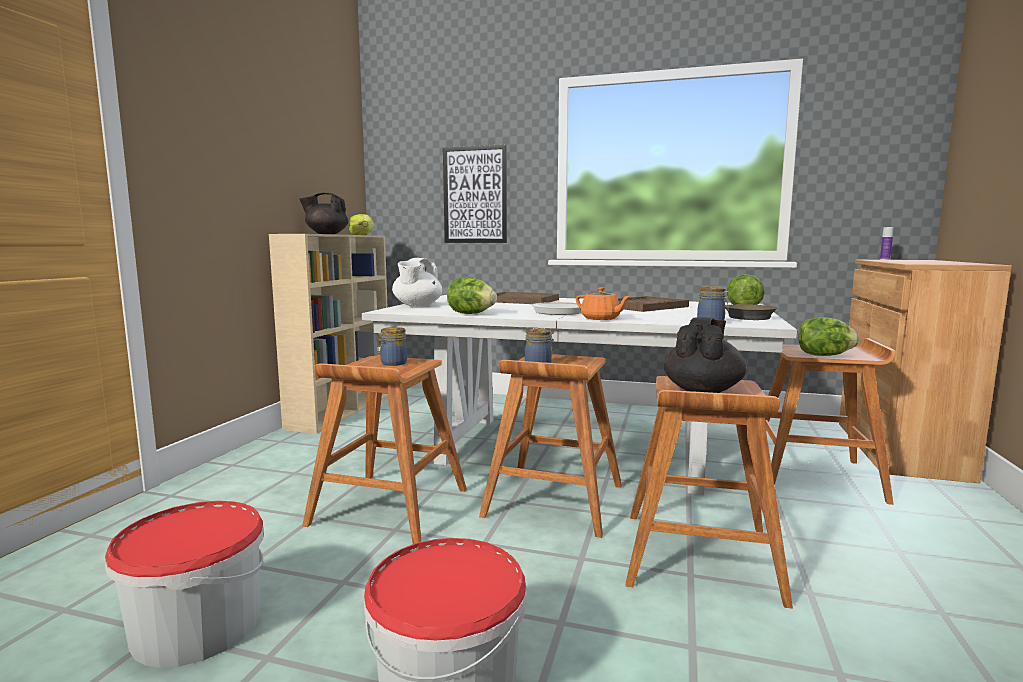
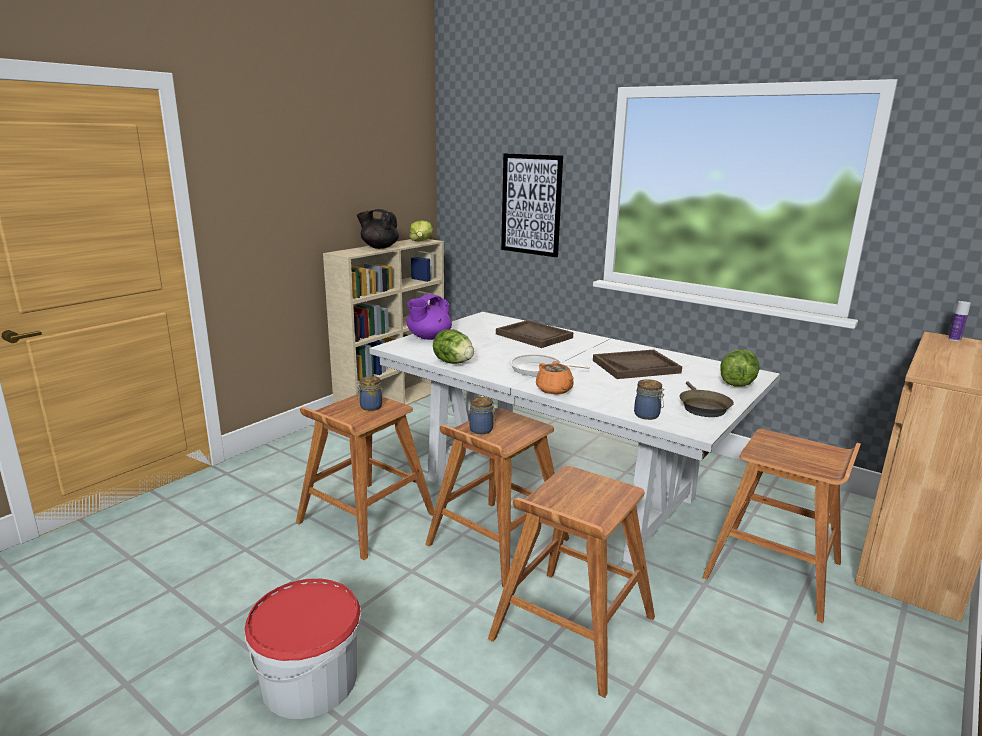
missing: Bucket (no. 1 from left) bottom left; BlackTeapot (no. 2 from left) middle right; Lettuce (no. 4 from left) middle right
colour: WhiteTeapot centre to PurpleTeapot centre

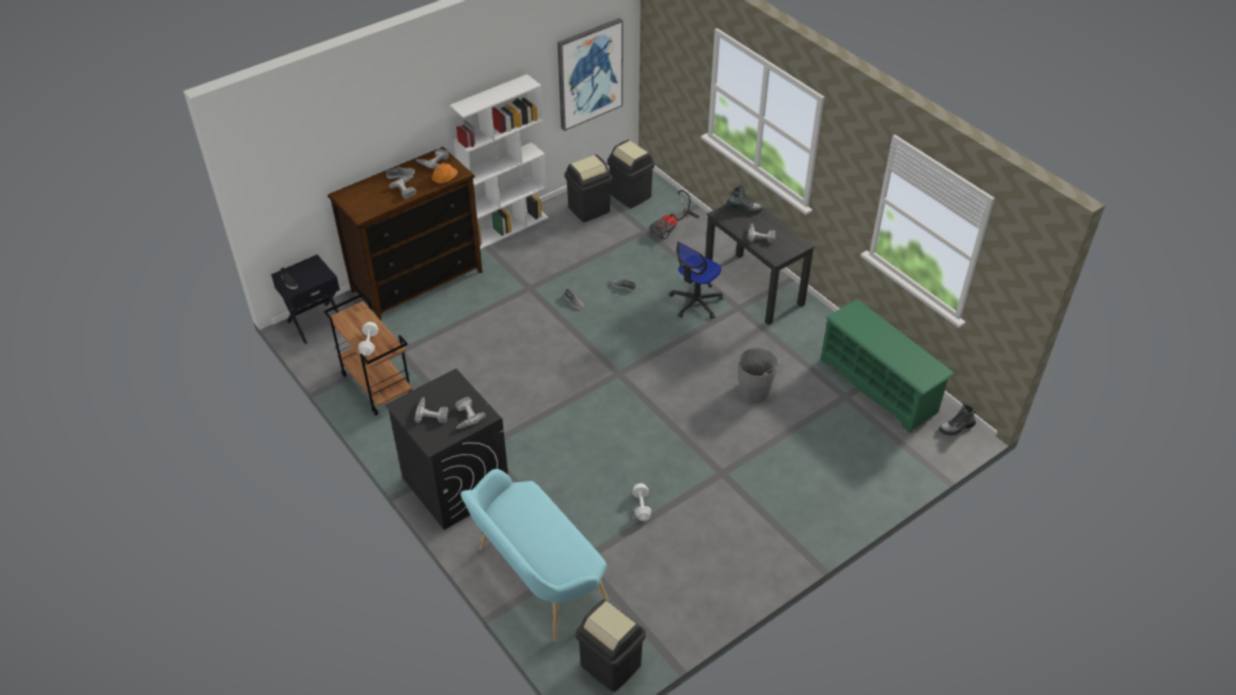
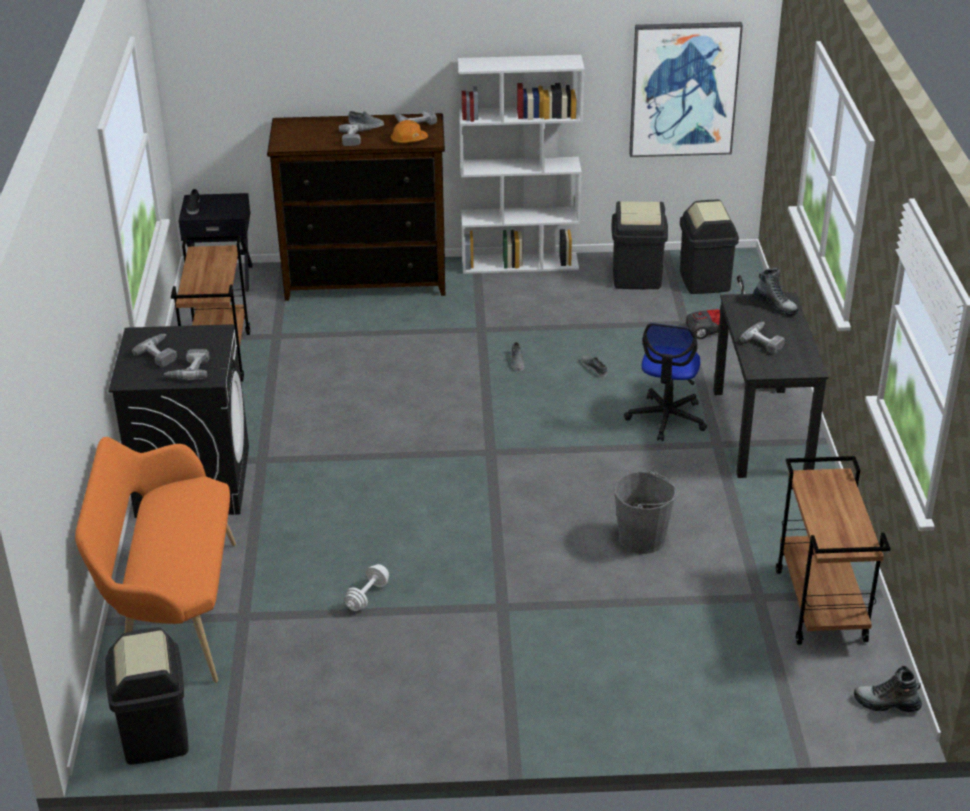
missing: WhiteDumbbell (no. 1 from left) middle left
exchanged: GreenShoeRack middle right to BrownCart (no. 2 from left) bottom right
colour: TurquoiseBench bottom centre to OrangeBench bottom left
spun: OfficeChair centre = middle right 60 degrees counterclockwise

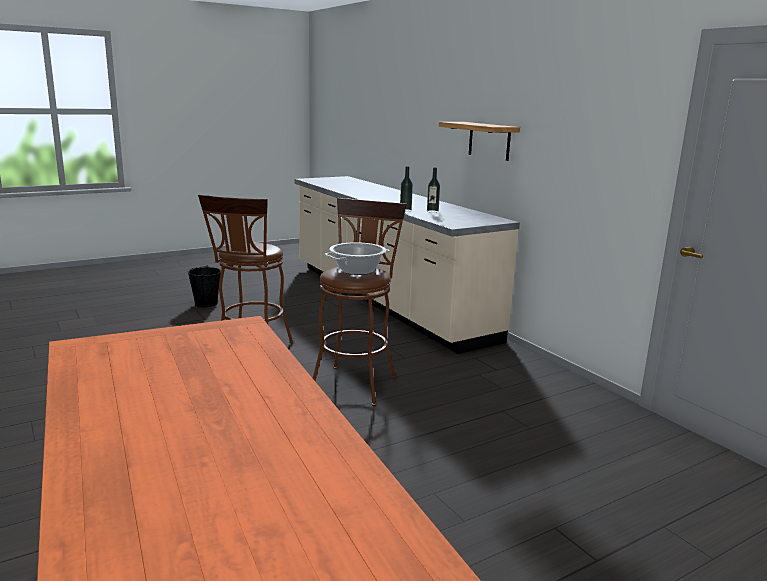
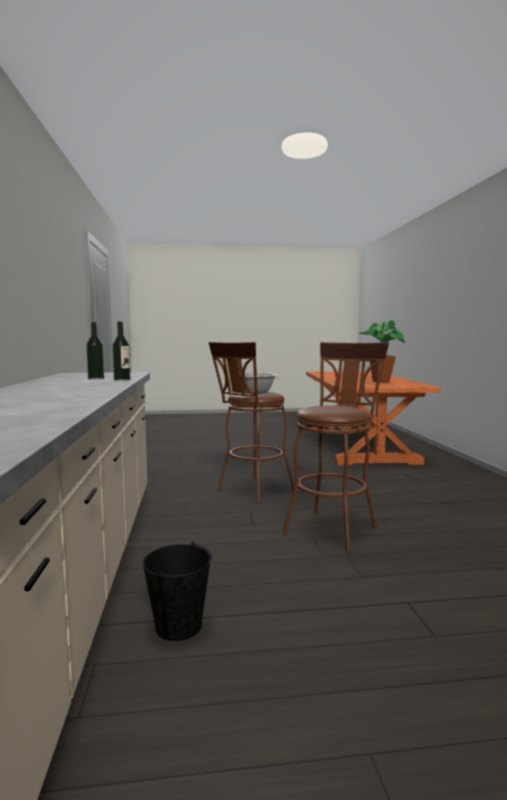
missing: Shelf top centre
appeared: PottedPlant middle right
relocated: BlackBucket middle left to bottom centre

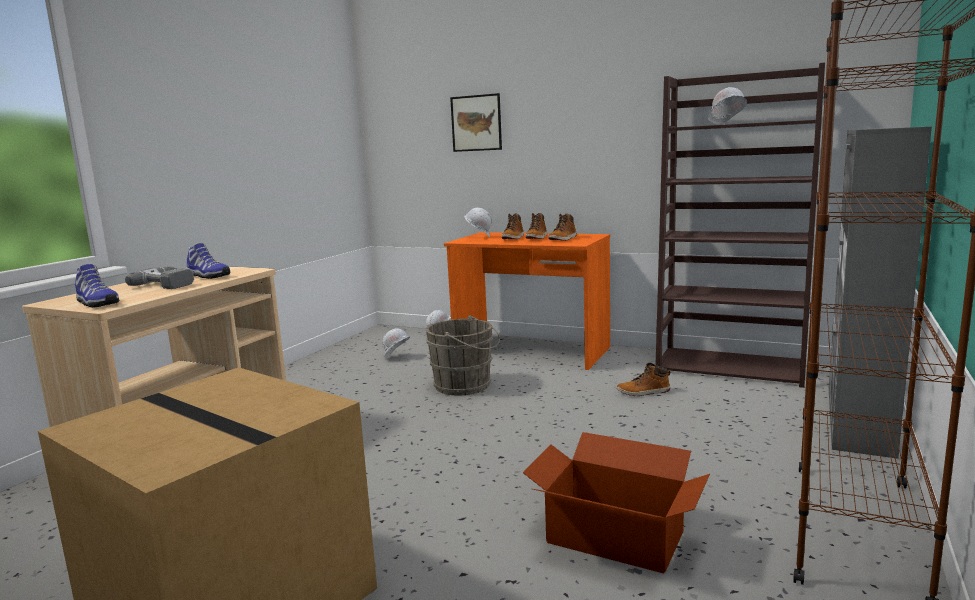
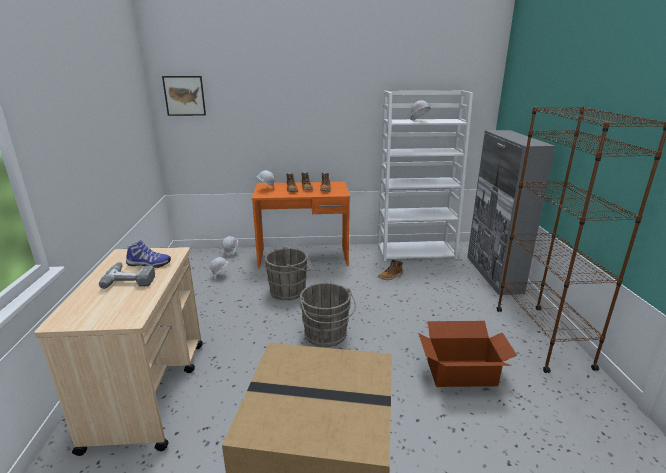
missing: Shoe (no. 1 from left) middle left
appeared: GreyBucket (no. 2 from left) centre
relocated: Picture top centre to top left
colour: BrownBookcase (no. 1 from left) middle right to WhiteBookcase centre

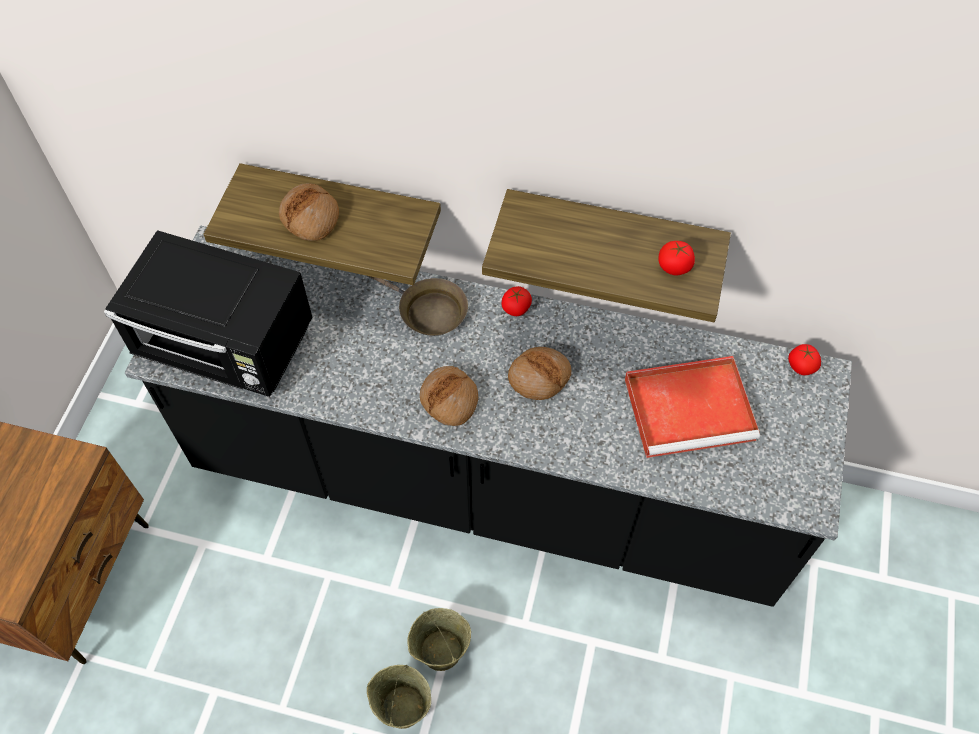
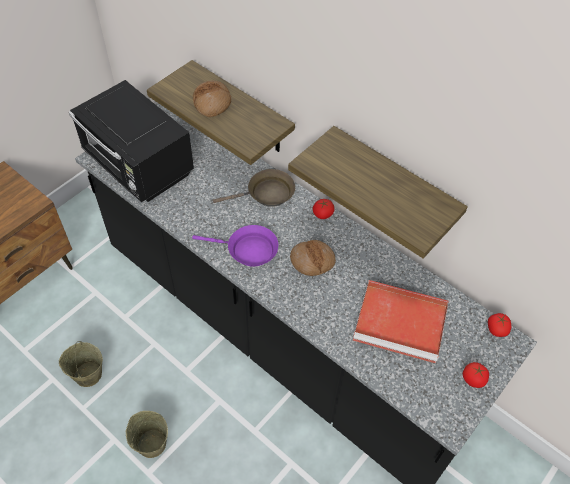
relocated: BeigeBucket (no. 2 from left in the first image) bottom centre to BeigeBucket (no. 1 from left) bottom left; Tomato (no. 2 from left) middle right to bottom right
exchanged: Bread (no. 2 from left) centre to PurpleFryingPan centre
spun: BrownFryingPan centre = centre 75 degrees counterclockwise

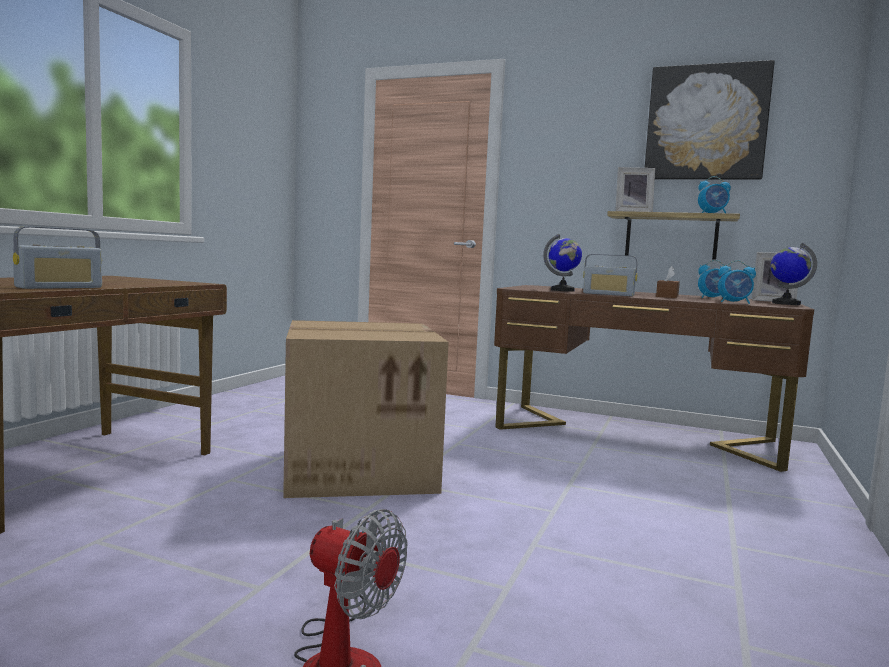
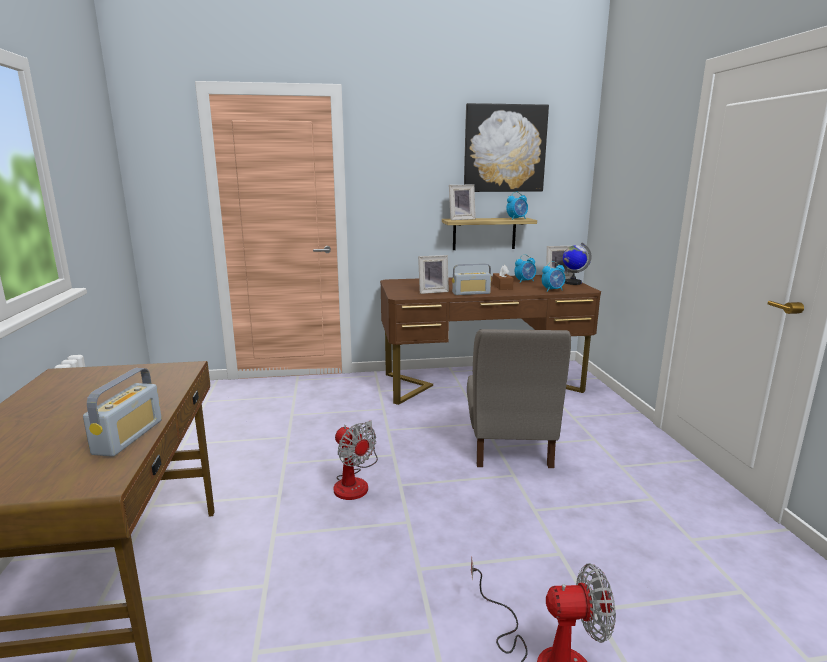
appeared: GreyChair centre
exchanged: CardboardBox centre to Fan (no. 1 from left) bottom centre; Globe (no. 1 from left) centre to PictureFrame (no. 1 from left) centre

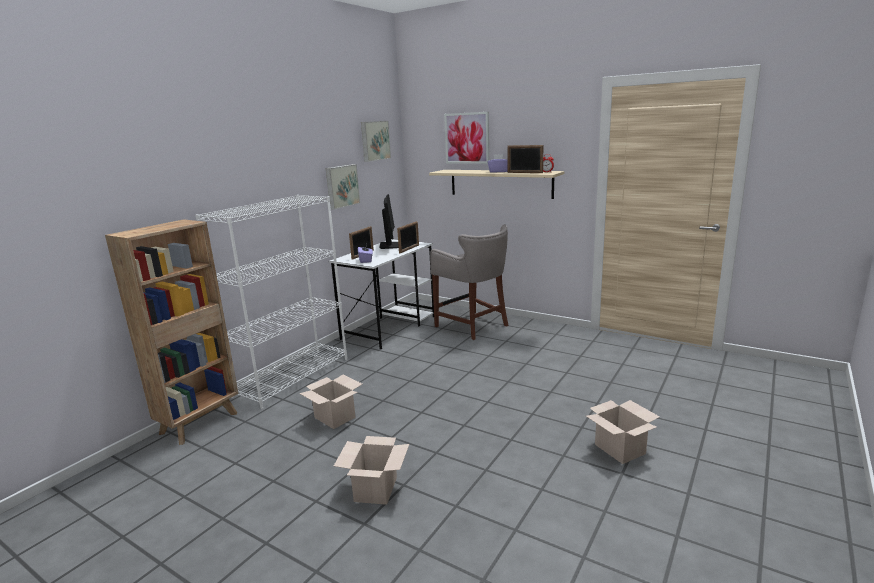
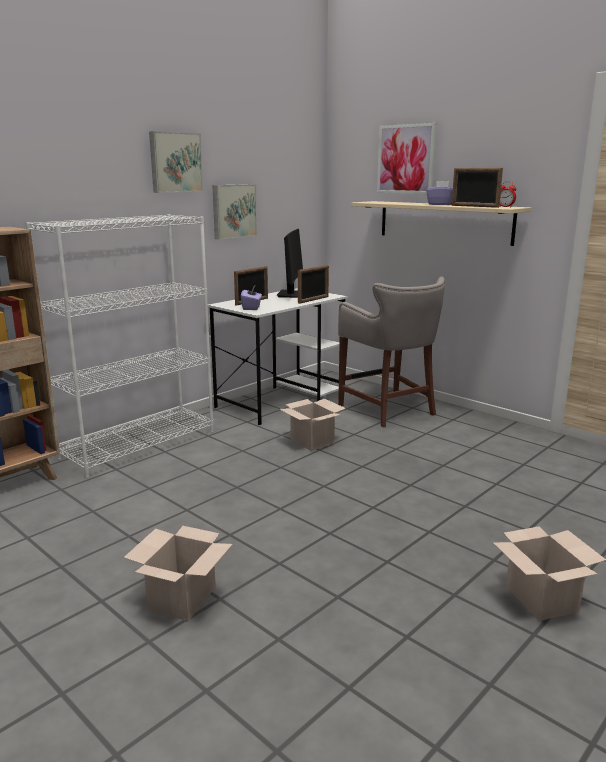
relocated: Picture (no. 2 from left in the first image) top centre to Picture (no. 1 from left) top left; CardboardBox (no. 1 from left in the first image) bottom centre to CardboardBox (no. 2 from left) centre

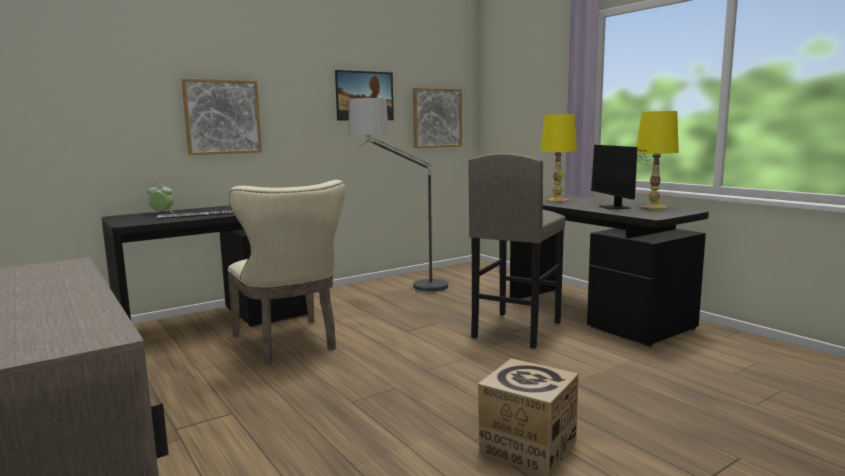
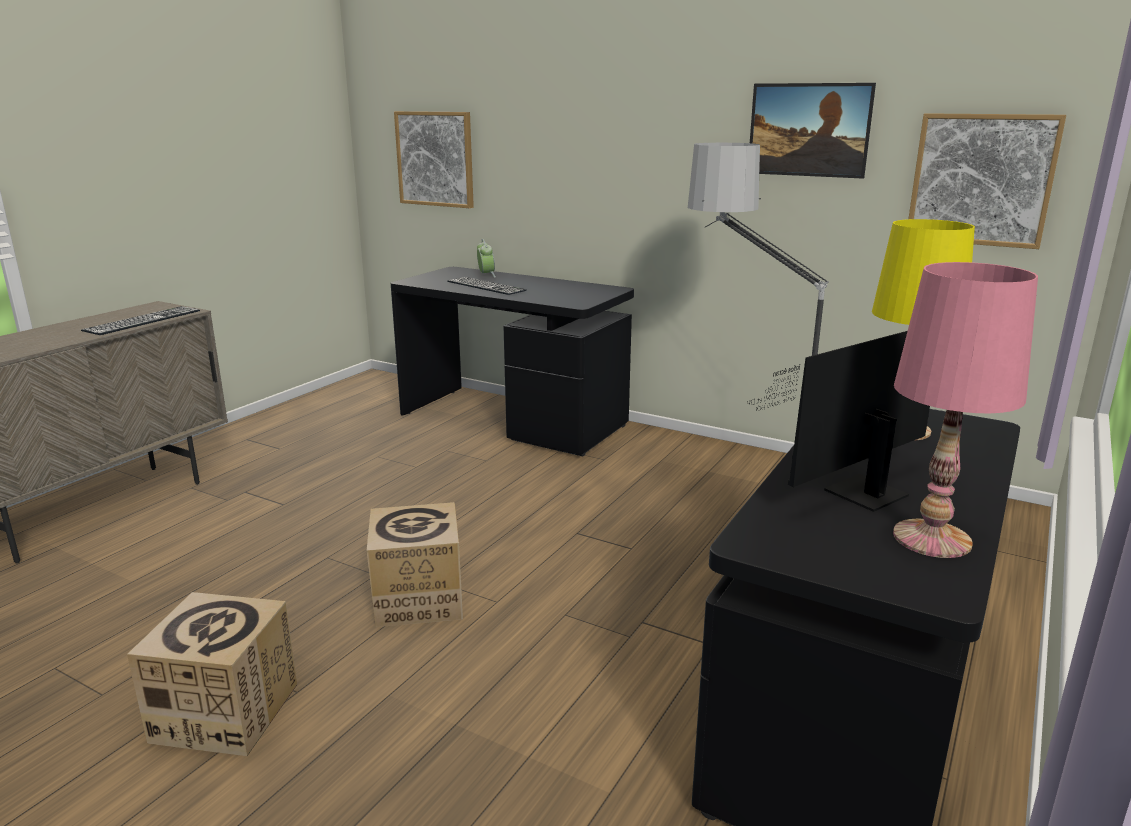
missing: BeigeChair centre; GreyStool centre
appeared: Keyboard (no. 1 from left) middle left; CardboardBox (no. 2 from left) bottom centre
relocated: Picture (no. 1 from left) top left to top centre
colour: YellowTableLamp (no. 2 from left) middle right to PinkTableLamp middle right

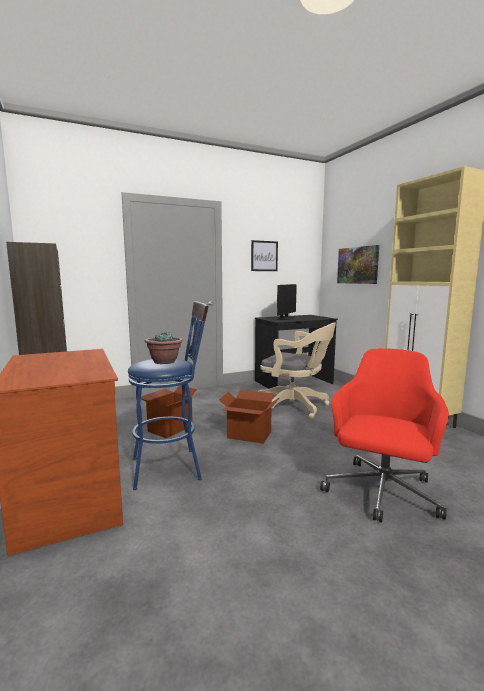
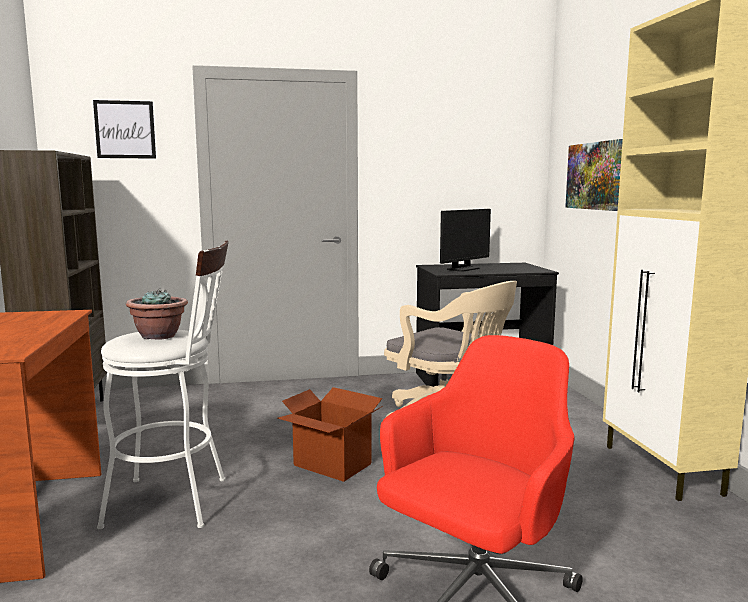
missing: CardboardBox (no. 1 from left) centre
relocated: Picture (no. 1 from left) centre to top left
colour: BlueStool centre to WhiteStool middle left

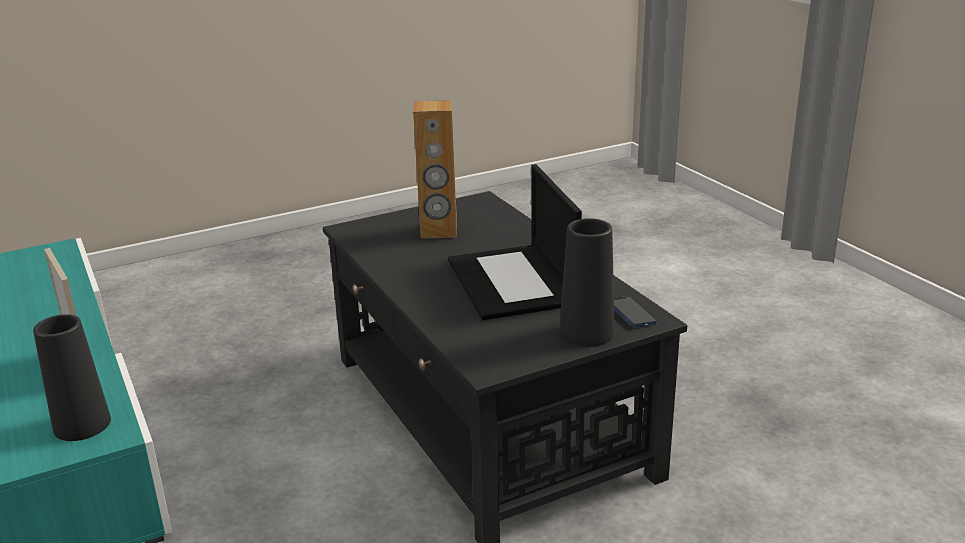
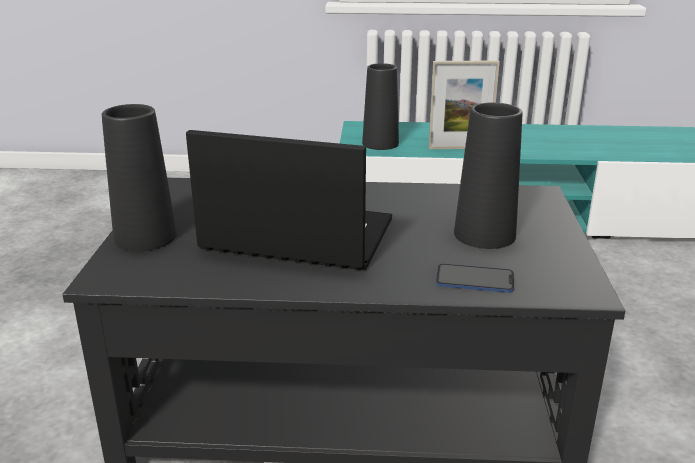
relocated: Phone centre to middle right
exchanged: BrownSpeaker top centre to BlackVase (no. 3 from left) middle right

